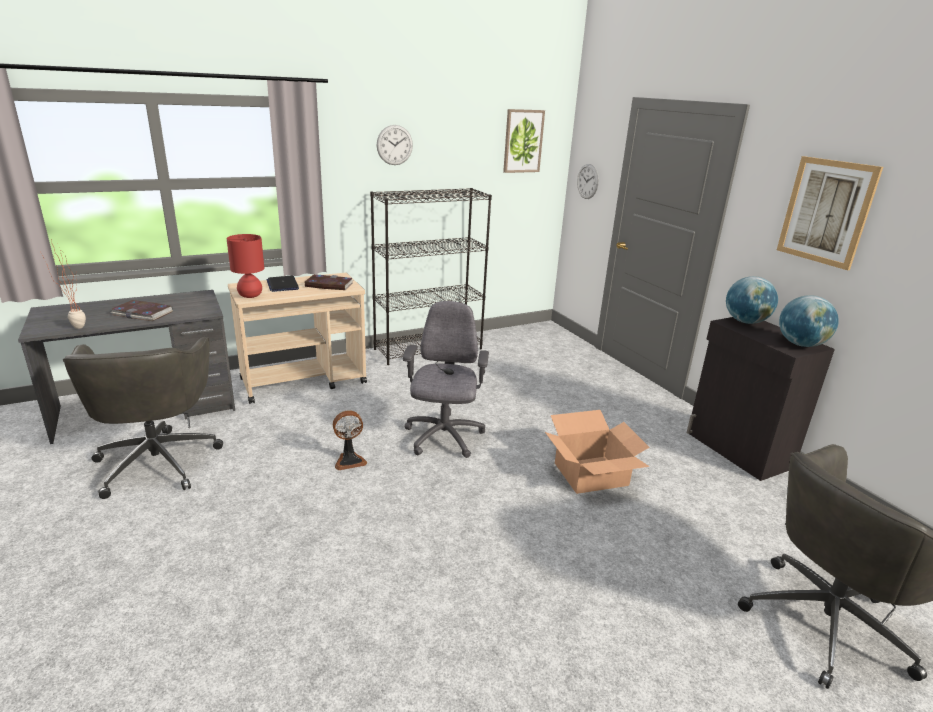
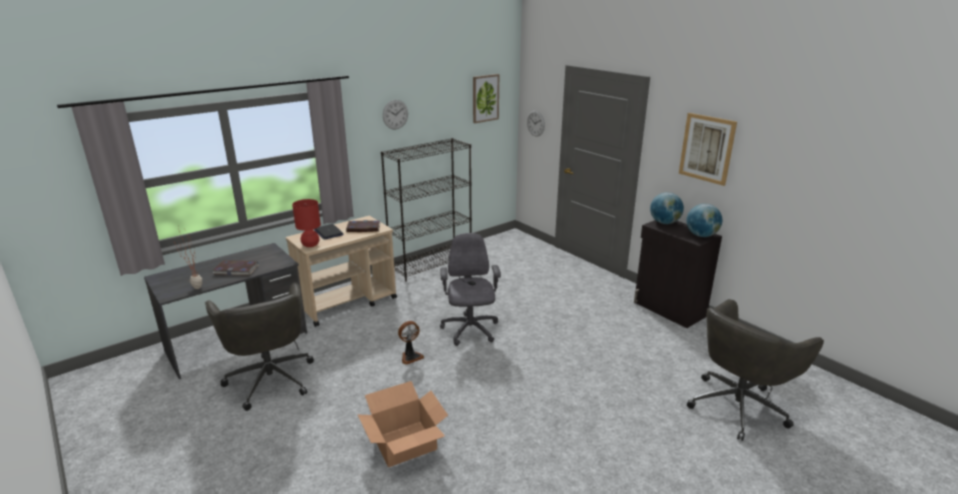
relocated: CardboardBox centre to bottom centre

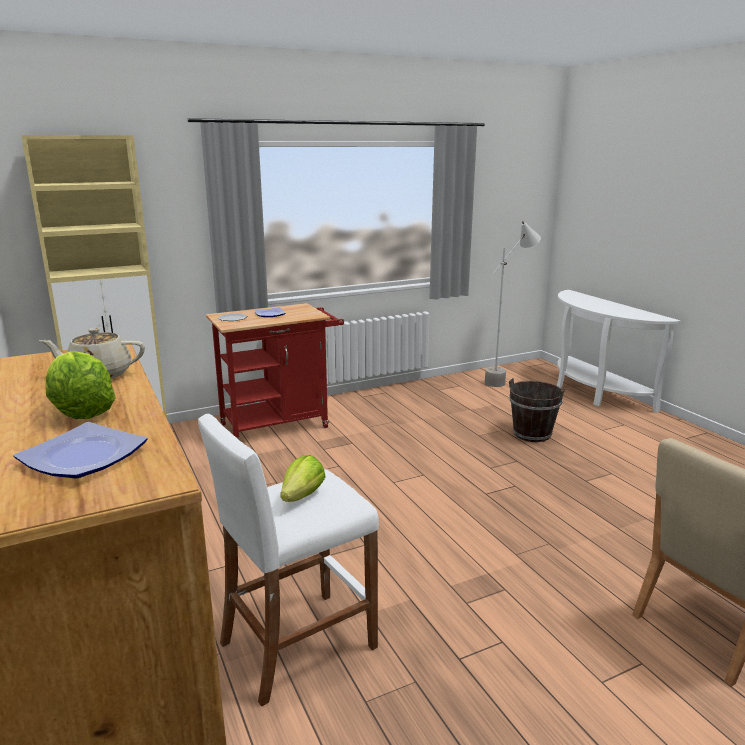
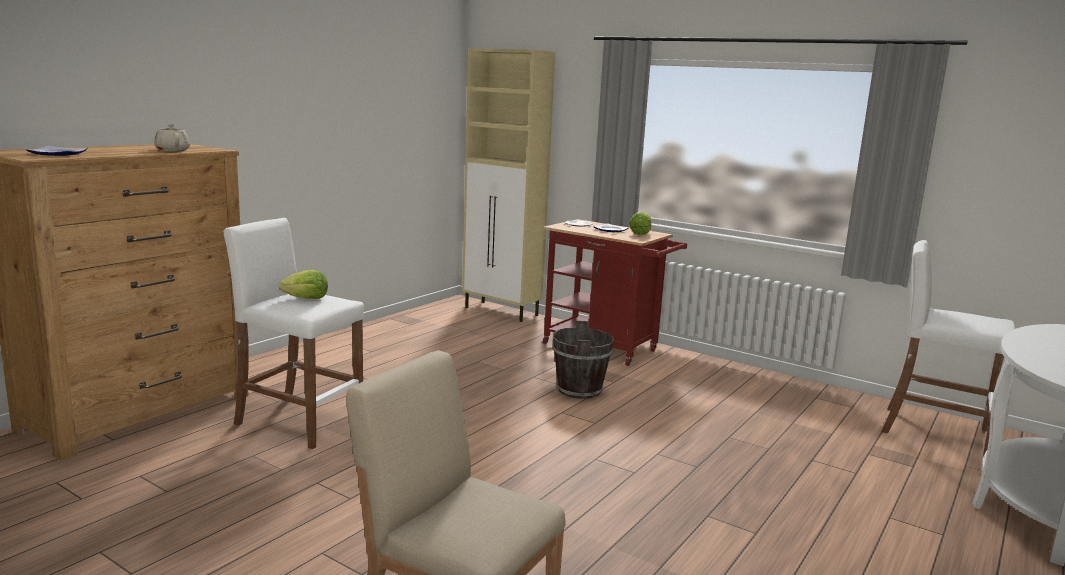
relocated: BrownBucket middle right to centre; Lettuce (no. 1 from left in the first image) middle left to Lettuce (no. 2 from left) centre
exchanged: GreyFloorLamp middle right to WhiteStool (no. 2 from left) middle right

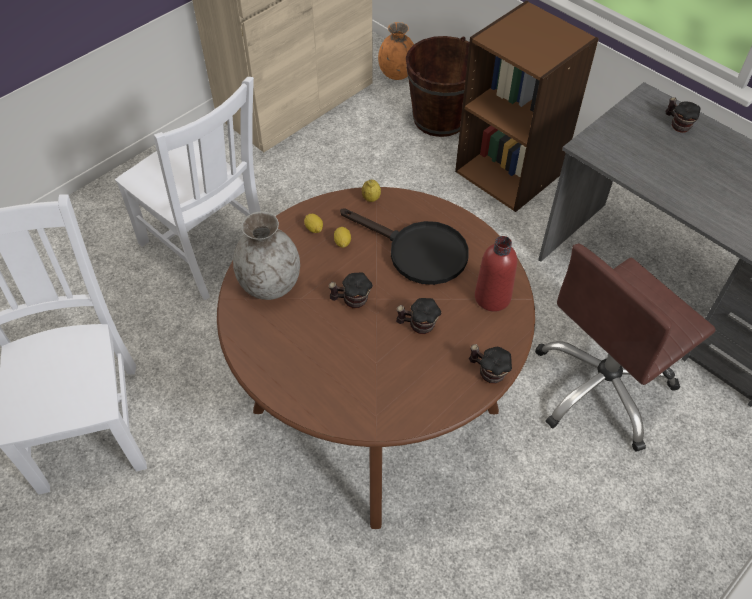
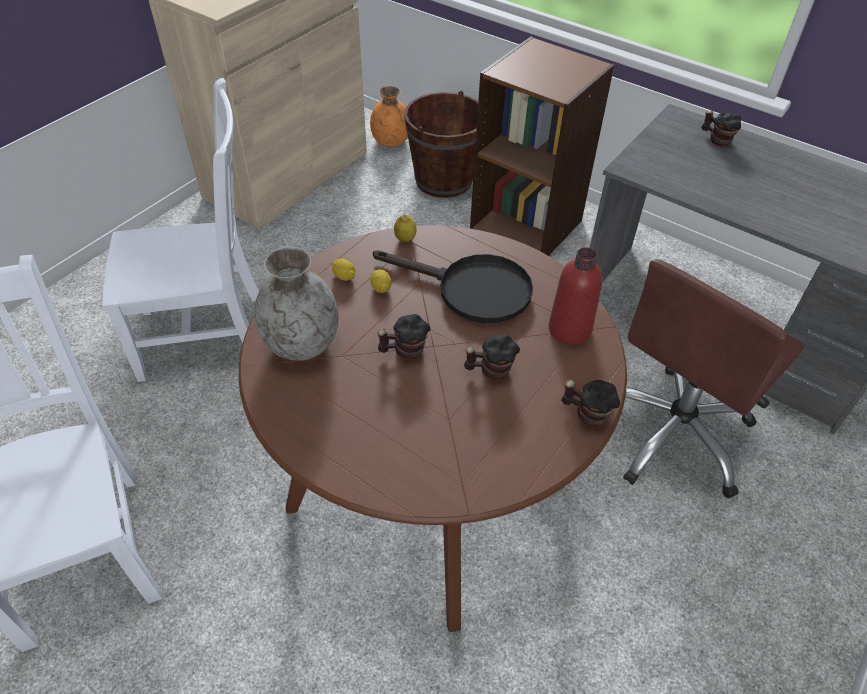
spun: WhiteChair (no. 2 from left) top left = top left 45 degrees counterclockwise

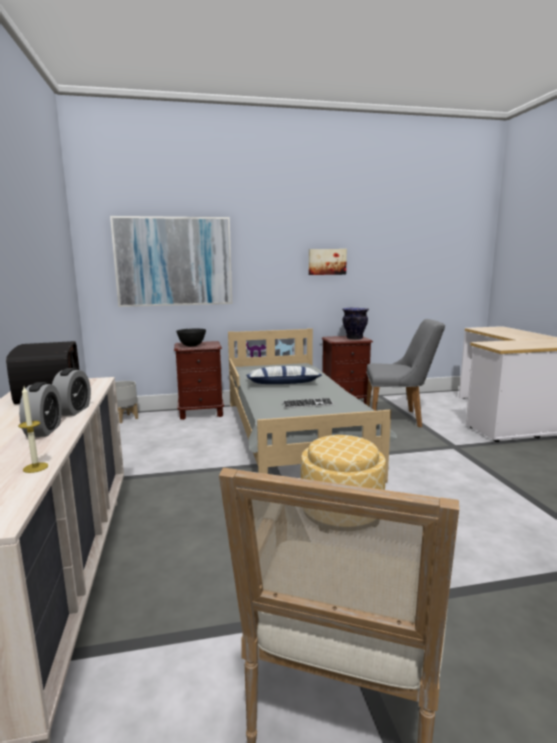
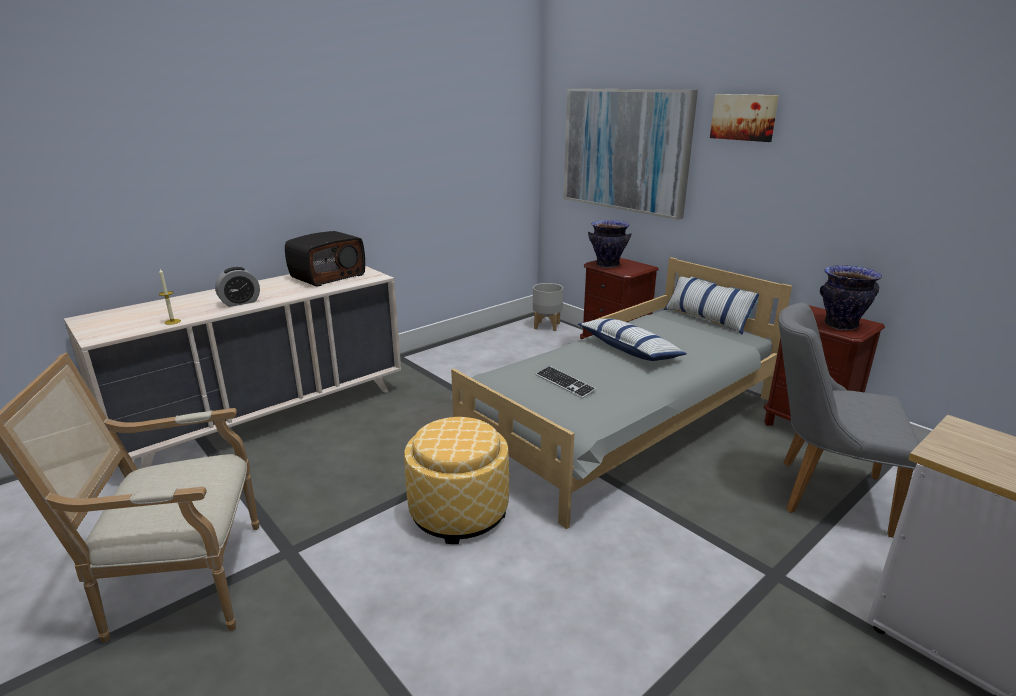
missing: AlarmClock (no. 2 from left) middle left
appeared: Pillow (no. 2 from left) middle right
relocated: Picture (no. 2 from left) centre to top right
exchanged: BlackBowl centre to Vase (no. 1 from left) centre
spun: GreyChair middle right = middle right 135 degrees clockwise

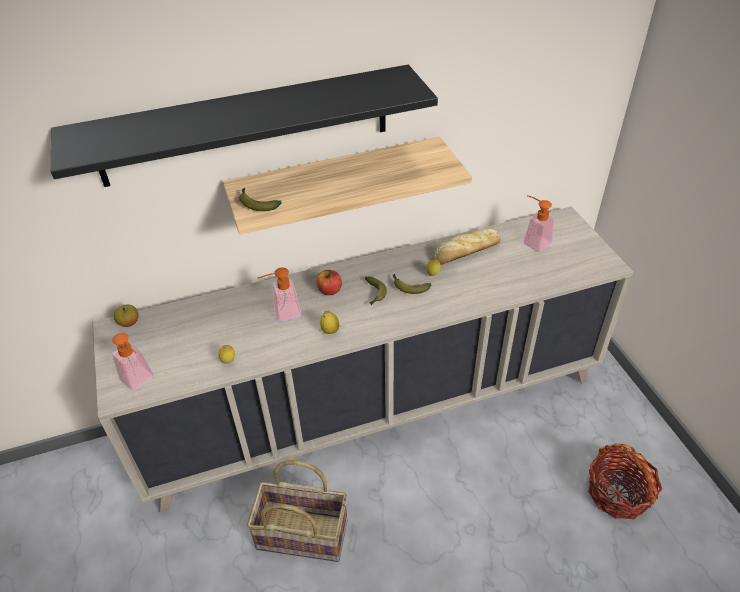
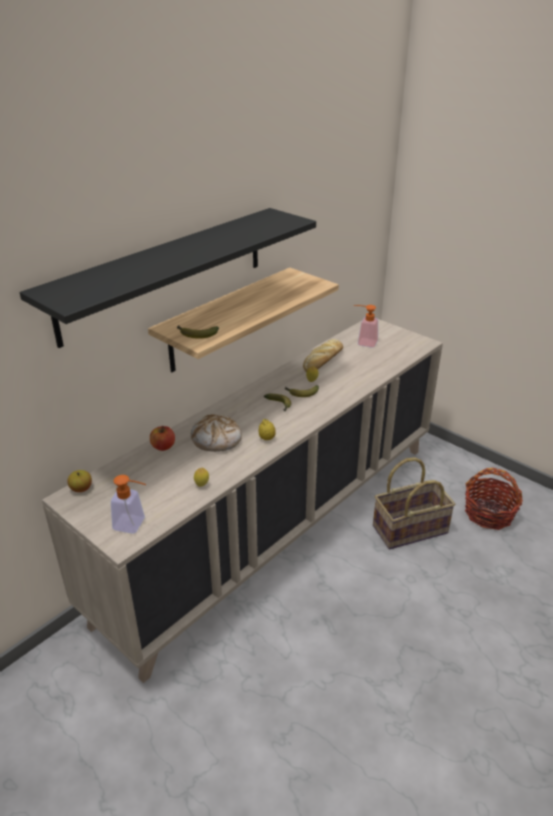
relocated: Apple (no. 2 from left) centre to middle left; Basket (no. 1 from left) bottom centre to middle right
exchanged: SoapDispenser (no. 2 from left) centre to Bread (no. 1 from left) centre

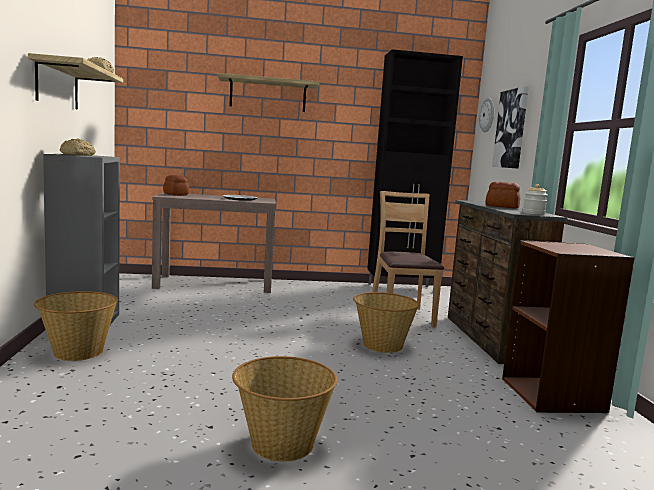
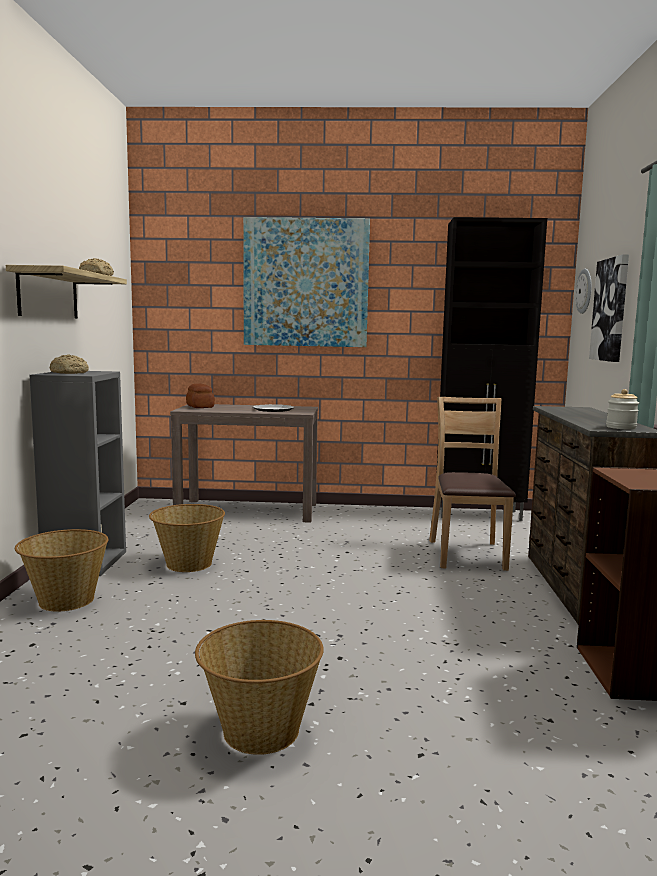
missing: Bread (no. 4 from left) middle right
relocated: Basket (no. 3 from left in the first image) centre to Basket (no. 2 from left) middle left
exchanged: Shelf (no. 2 from left) top centre to Picture (no. 1 from left) top centre

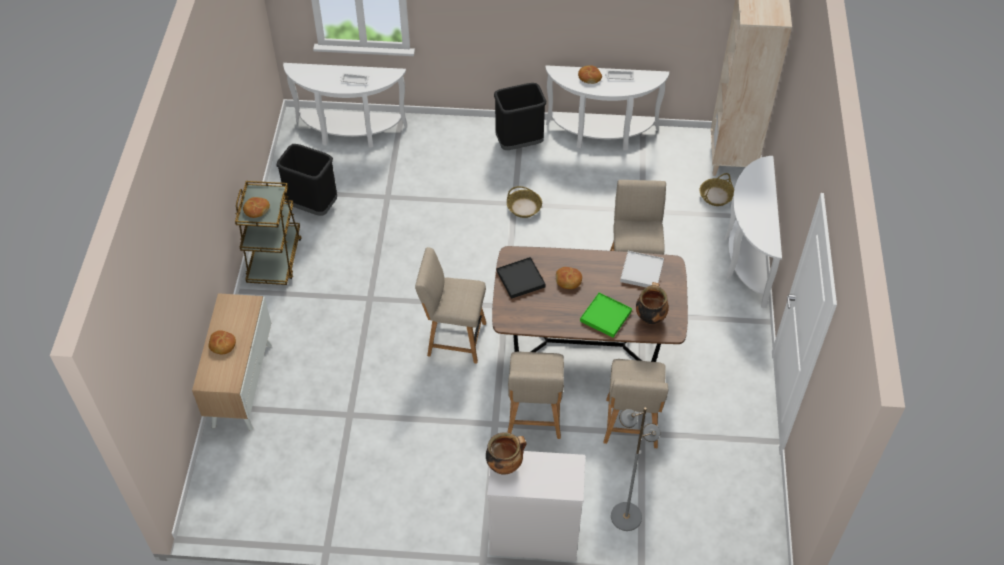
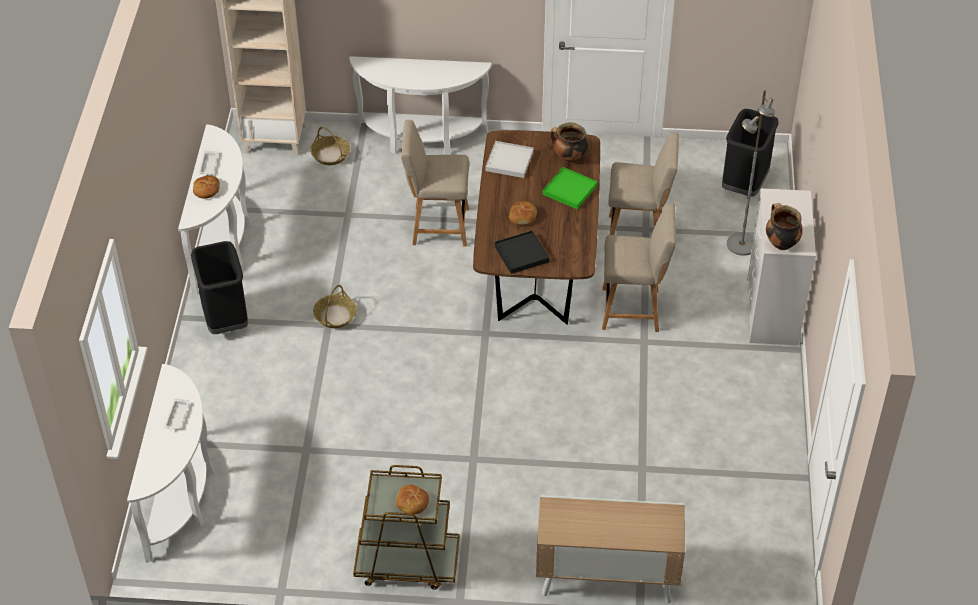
missing: Bread (no. 1 from left) middle left; BeigeChair (no. 1 from left) centre
relocated: BlackTrashCan (no. 1 from left in the first image) top left to BlackTrashCan (no. 2 from left) top right

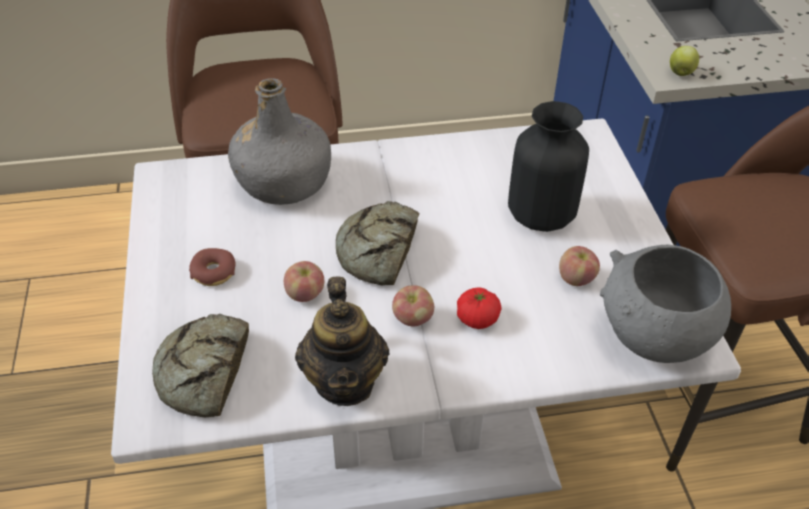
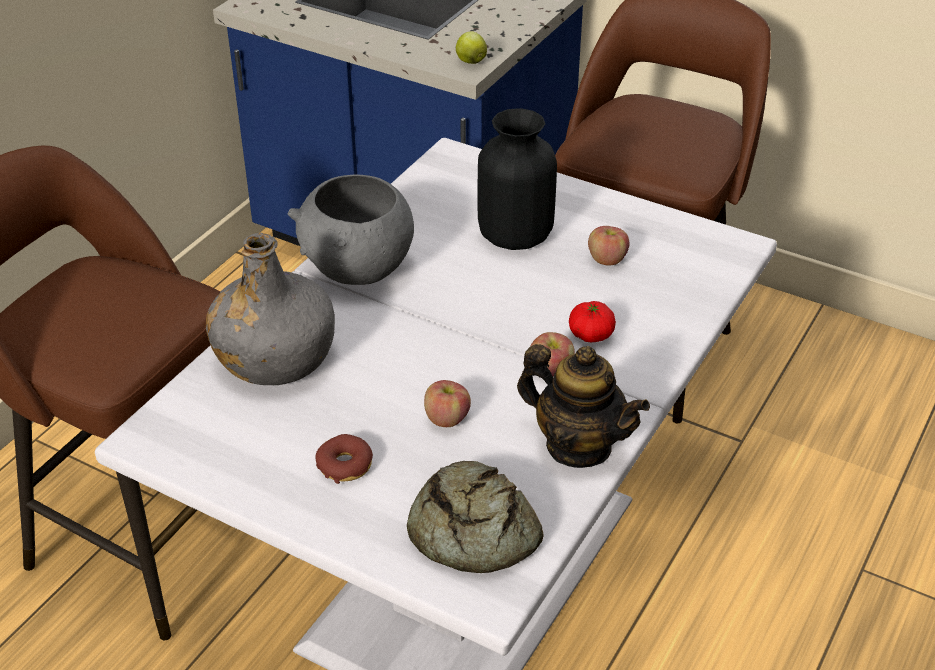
missing: Bread (no. 2 from left) centre
relocated: GreyBowl middle right to centre

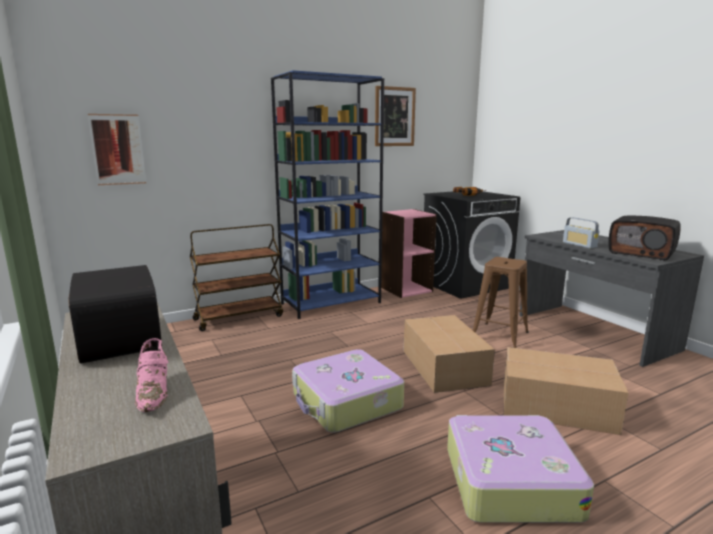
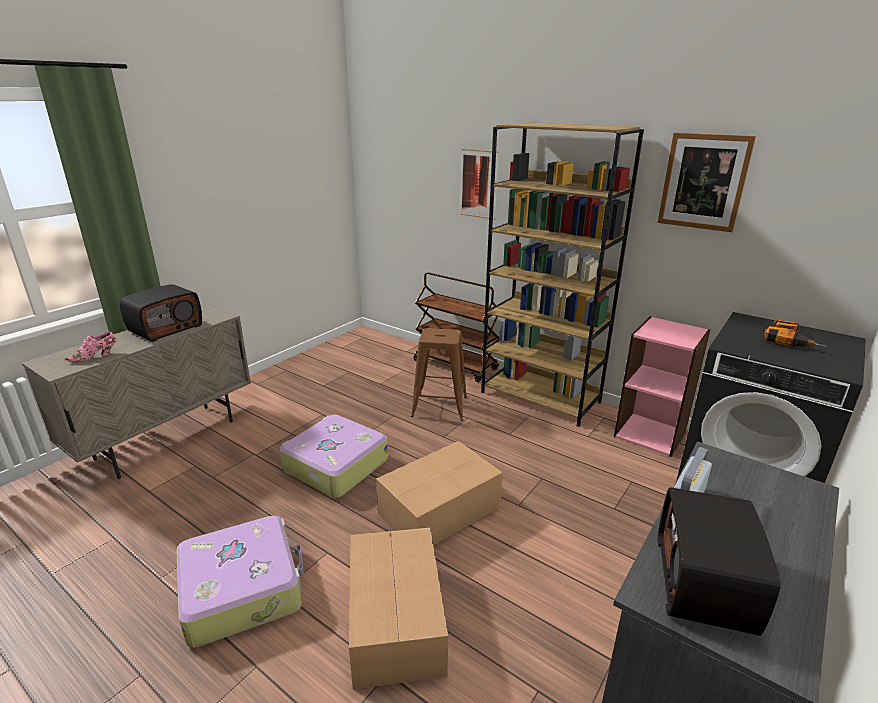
relocated: BrownStool middle right to centre; Picture (no. 1 from left) top left to top centre
colour: BlueBookcase centre to BrownBookcase centre

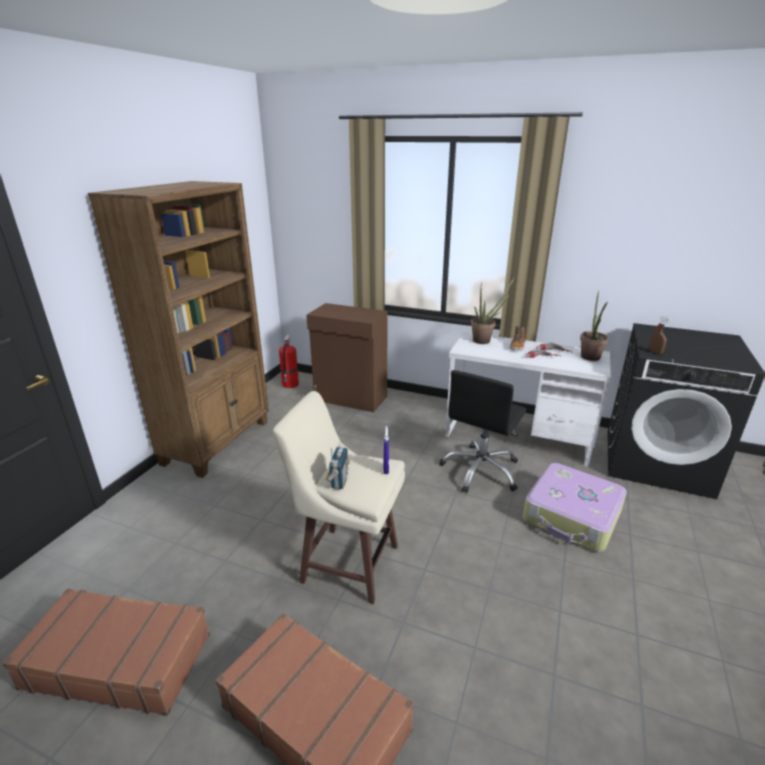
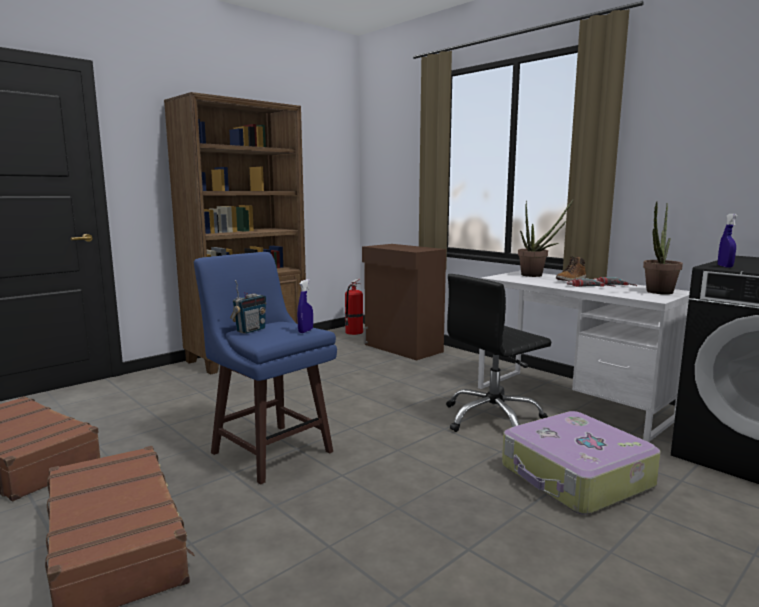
colour: BeigeStool centre to BlueStool centre; BrownSprayBottle middle right to BlueSprayBottle (no. 2 from left) middle right

